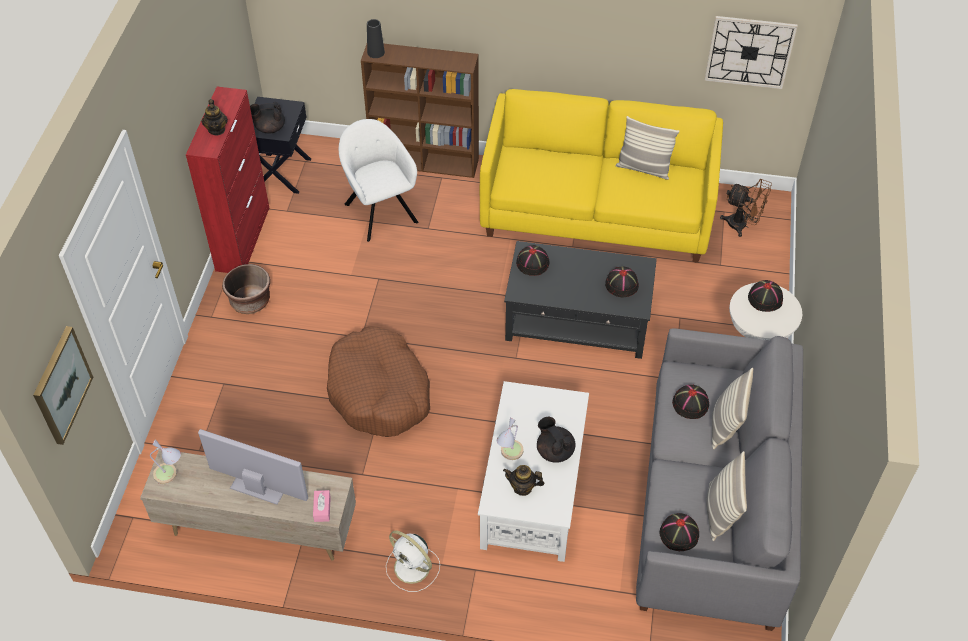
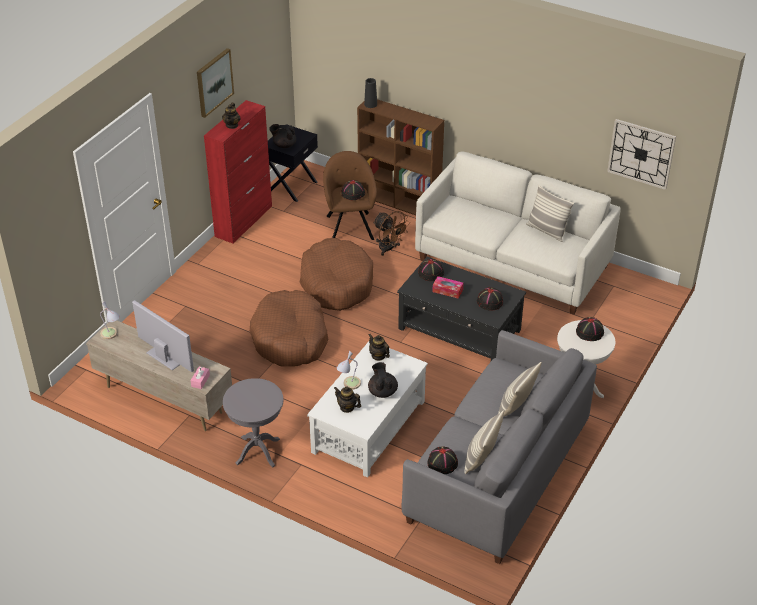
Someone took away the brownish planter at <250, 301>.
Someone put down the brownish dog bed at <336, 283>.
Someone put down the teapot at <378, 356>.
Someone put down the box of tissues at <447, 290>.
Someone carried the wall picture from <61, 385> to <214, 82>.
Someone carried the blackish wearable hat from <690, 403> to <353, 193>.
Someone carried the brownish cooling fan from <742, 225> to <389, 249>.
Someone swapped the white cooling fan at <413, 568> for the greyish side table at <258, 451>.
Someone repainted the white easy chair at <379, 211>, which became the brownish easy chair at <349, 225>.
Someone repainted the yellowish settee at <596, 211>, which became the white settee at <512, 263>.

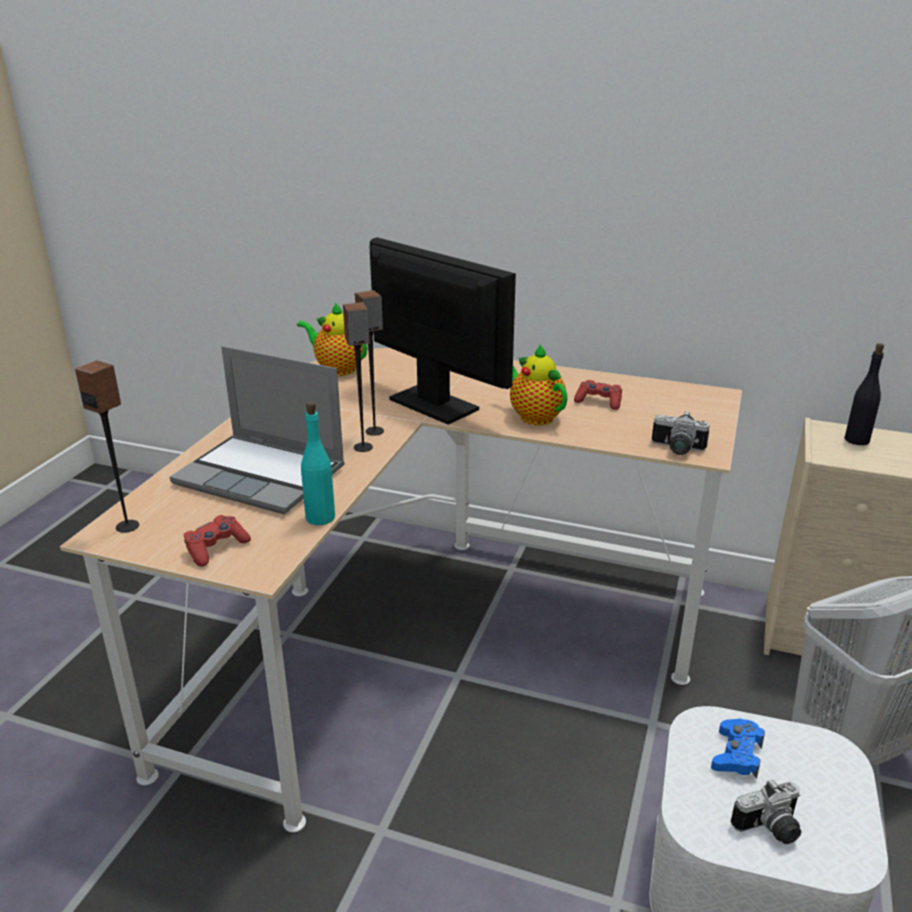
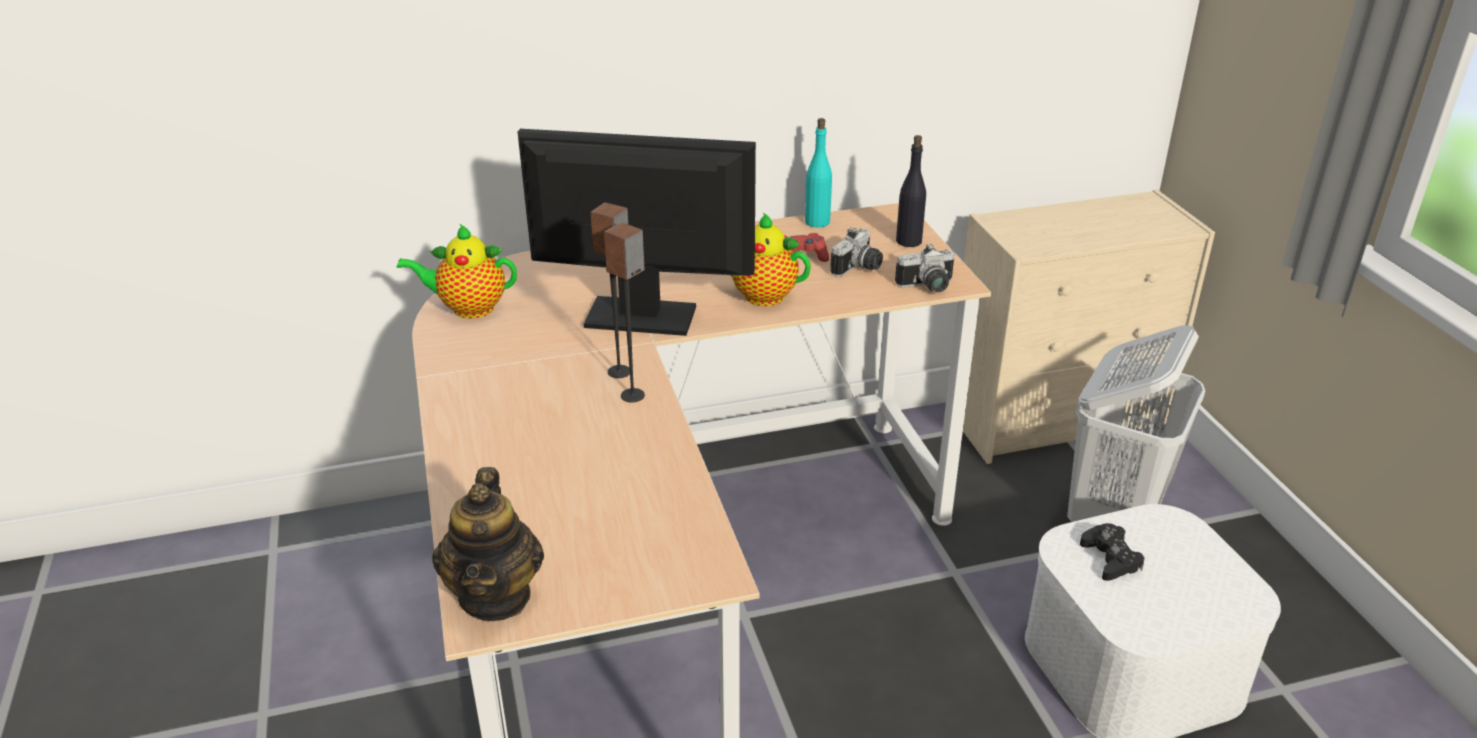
Someone took away the notebook computer at <263, 475>.
Someone took away the red gamepad at <216, 548>.
Someone carried the blue-green drink bottle from <320, 517> to <817, 222>.
Someone carried the still camera from <770, 829> to <859, 268>.
Someone carried the blackish drink bottle from <857, 440> to <908, 241>.
Someone swapped the loudspeaker at <128, 526> for the teapot at <496, 596>.
Someone repainted the blue-coloured gamepad at <737, 754>, which became the blackish gamepad at <1110, 558>.

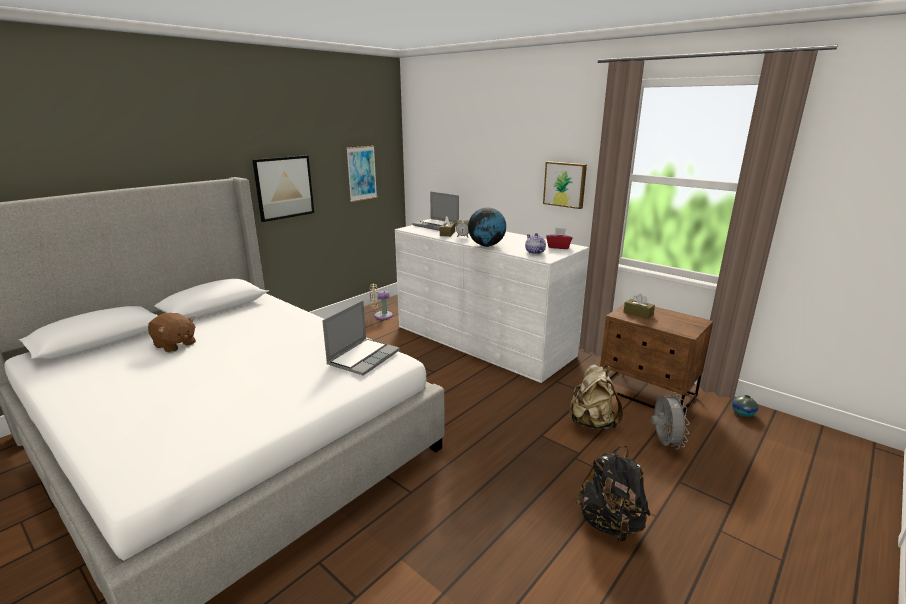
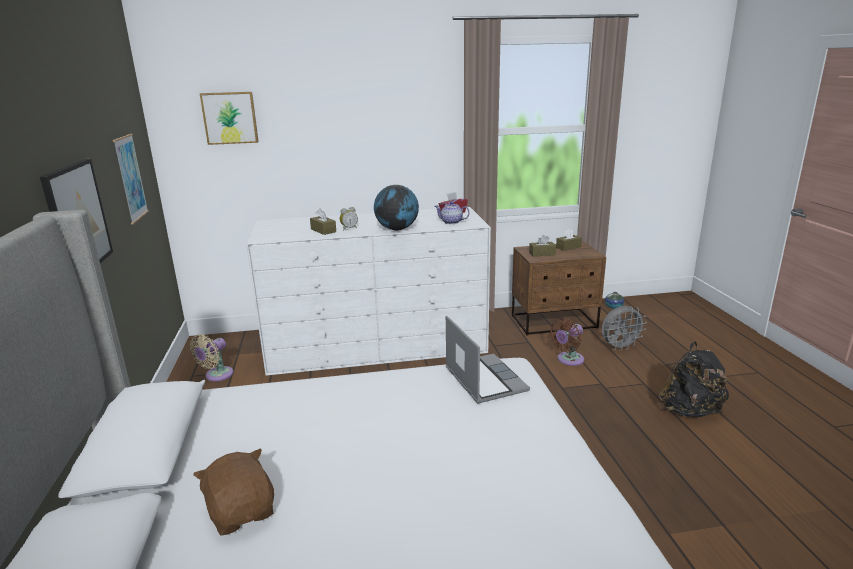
Someone took away the notebook computer at <436, 225>.
Someone put down the brownish box of tissues at <568, 247>.
Someone carried the wall picture from <565, 184> to <230, 118>.
Someone swapped the beige-coloured backpack at <591, 423> for the brownish cooling fan at <568, 360>.
Someone rotated the brownish cuddly toy at <175, 345> by 105 degrees counterclockwise.
Someone rotated the greyish cooling fan at <664, 443> by 120 degrees clockwise.

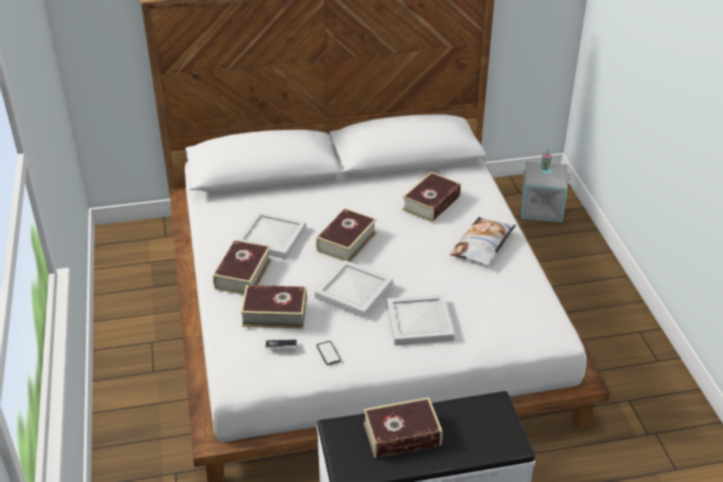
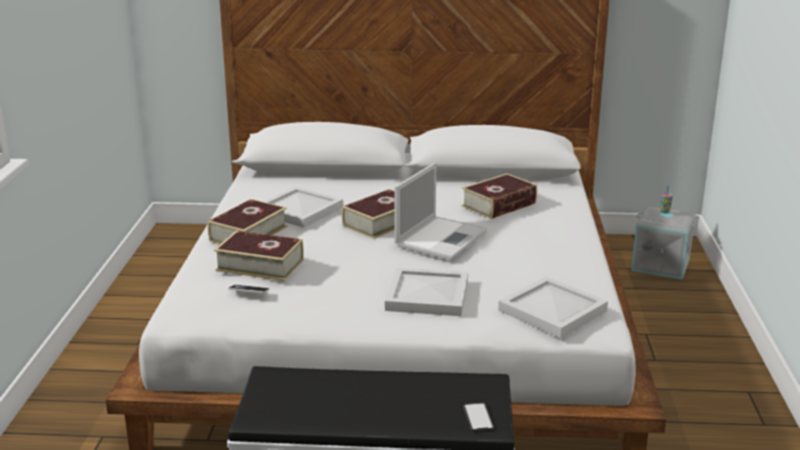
Someone took away the book at <402, 434>.
Someone took away the pillow at <483, 246>.
Someone put down the notebook computer at <441, 238>.
Someone carried the white tray from <353, 290> to <552, 310>.
Someone carried the phone from <328, 353> to <478, 417>.

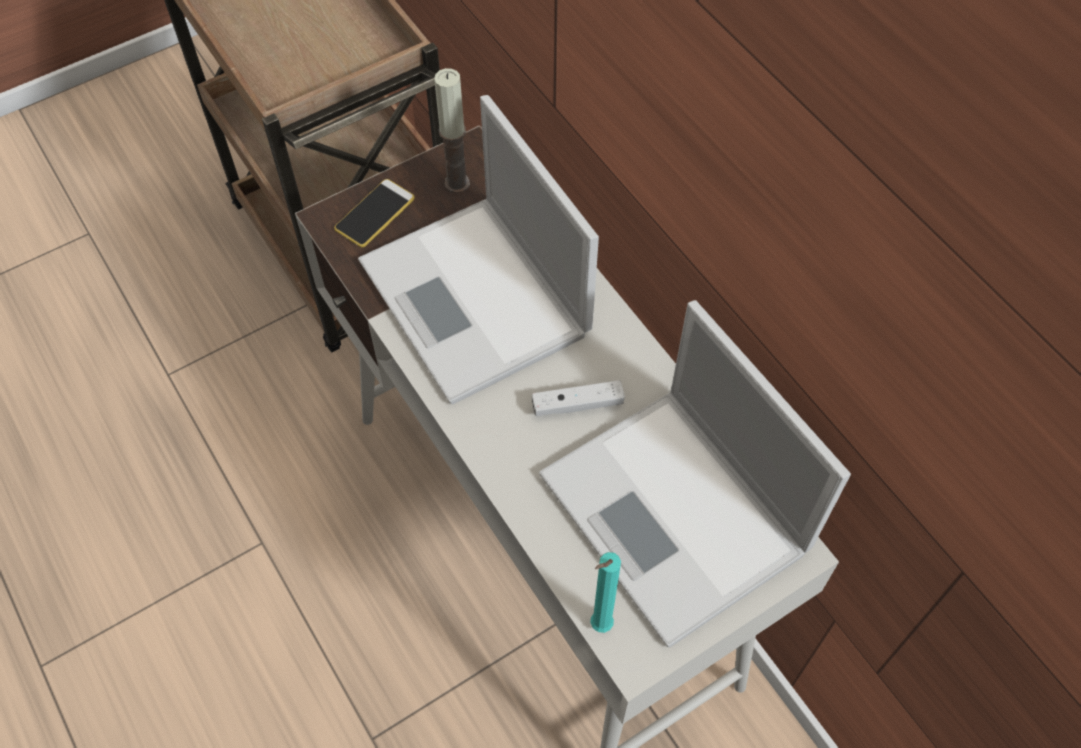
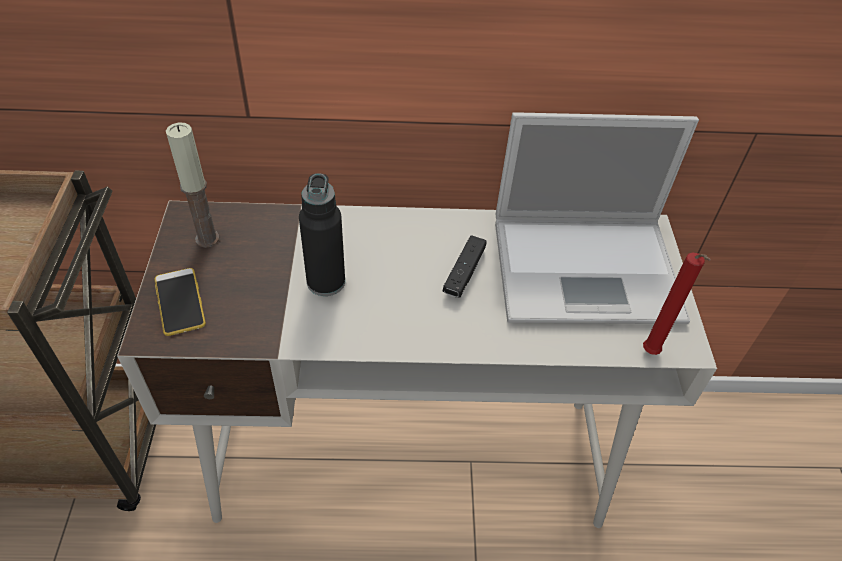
Someone swapped the notebook computer at <477, 300> for the blackish drink bottle at <326, 281>.
Someone repainted the white gamepad at <577, 404>, which became the blackish gamepad at <464, 273>.
Someone repainted the blue-green wax candle at <598, 627>, which became the red wax candle at <651, 354>.

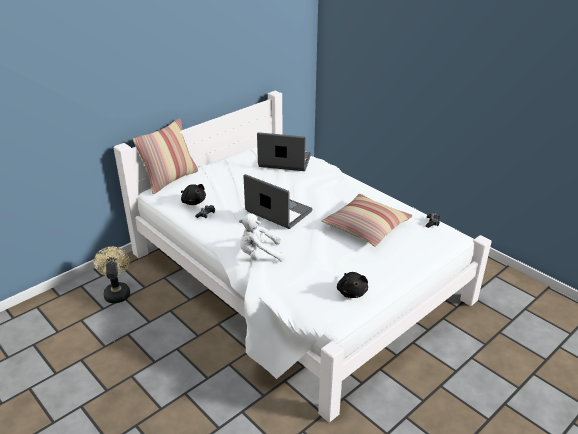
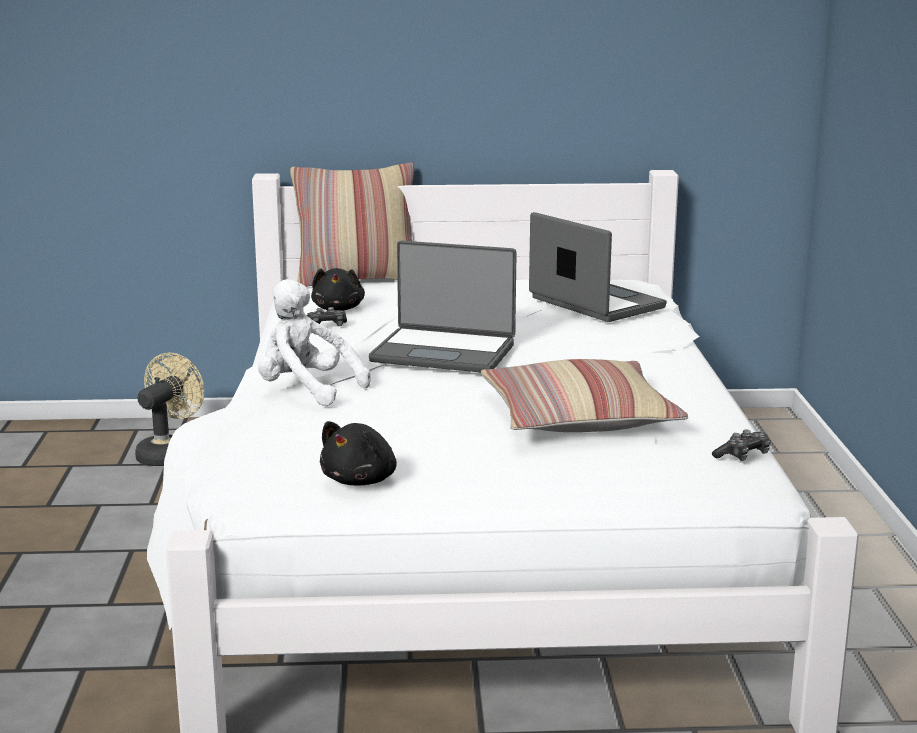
Someone rotated the notebook computer at <278, 212> by 120 degrees clockwise.

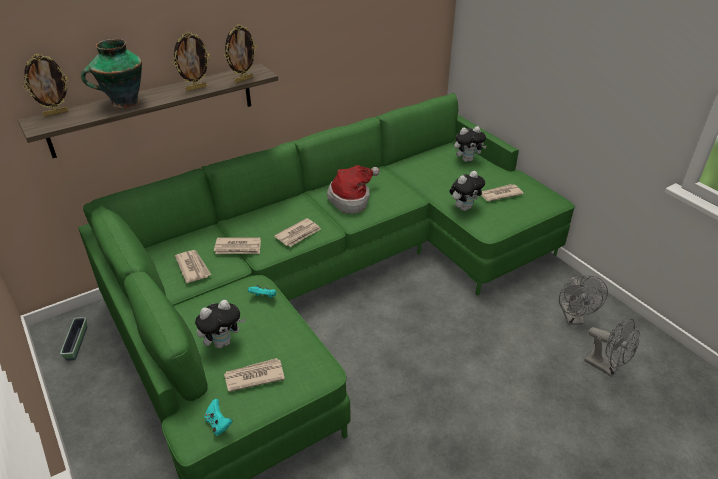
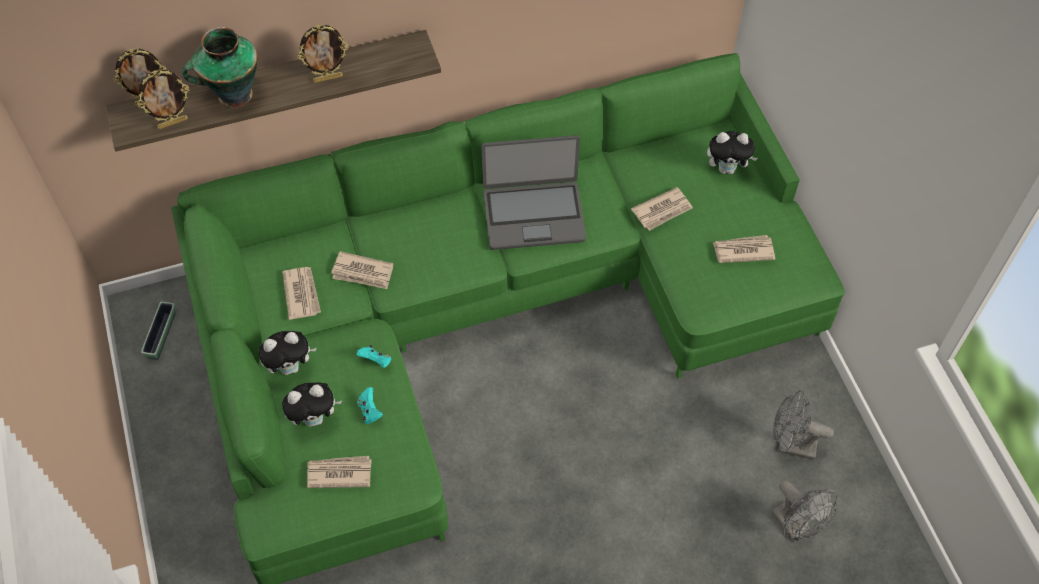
Someone carried the blue-green gamepad from <218, 424> to <370, 411>.
Someone carried the standing frame from <243, 79> to <173, 123>.
Someone carried the daily paper from <298, 234> to <662, 210>.
Someone carried the cuddly toy from <464, 207> to <291, 367>.
Someone swapped the wearable hat at <352, 199> for the notebook computer at <533, 215>.
Someone rotated the greyish cooling fan at <573, 319> by 90 degrees clockwise.

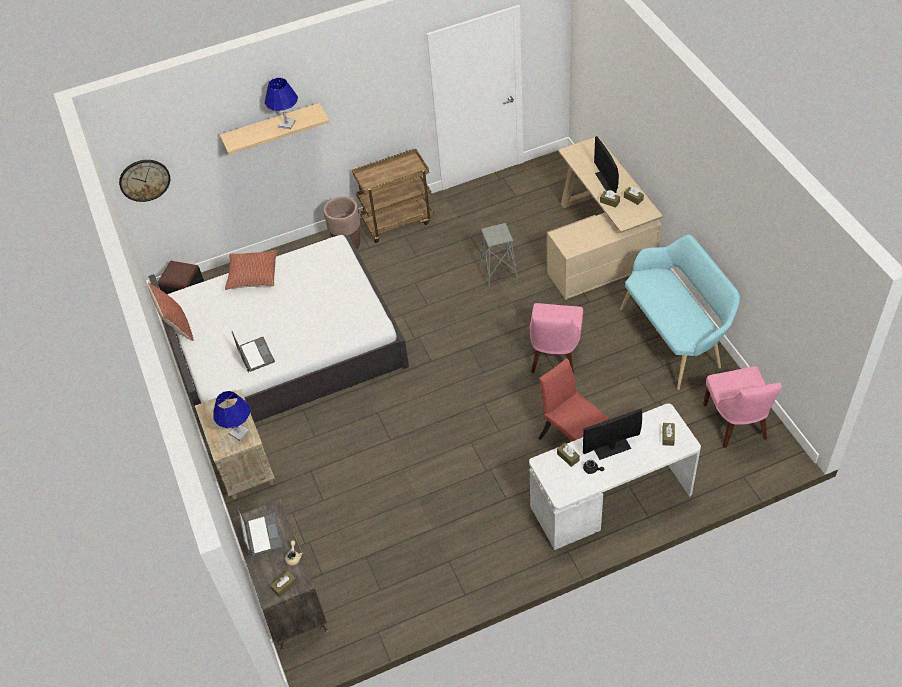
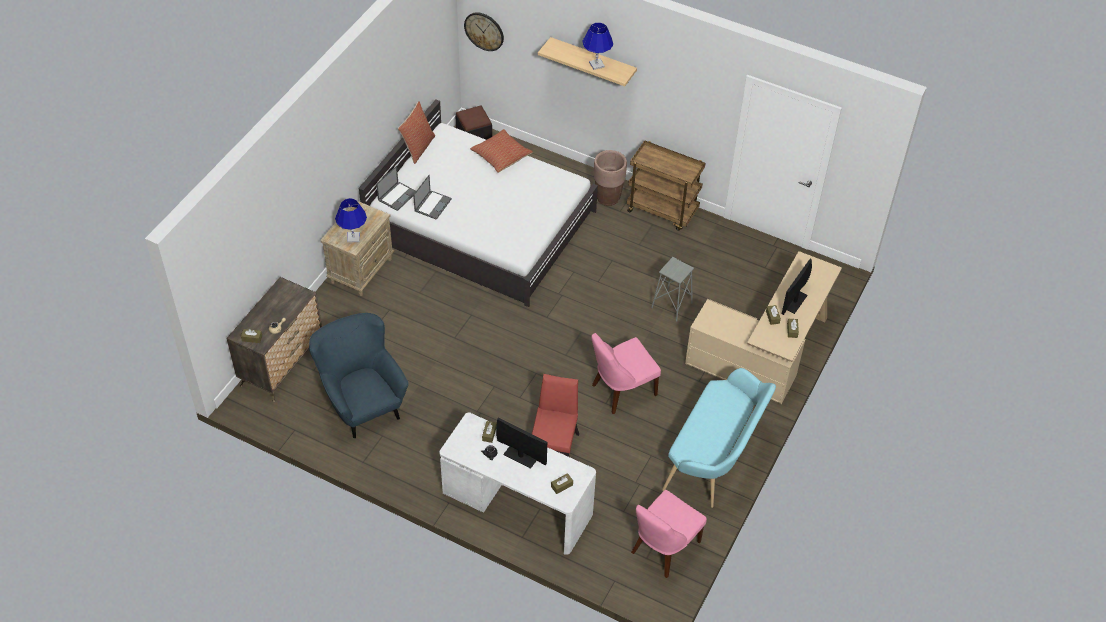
Someone put down the blue-coloured easy chair at <362, 403>.
Someone carried the notebook computer from <263, 534> to <397, 196>.

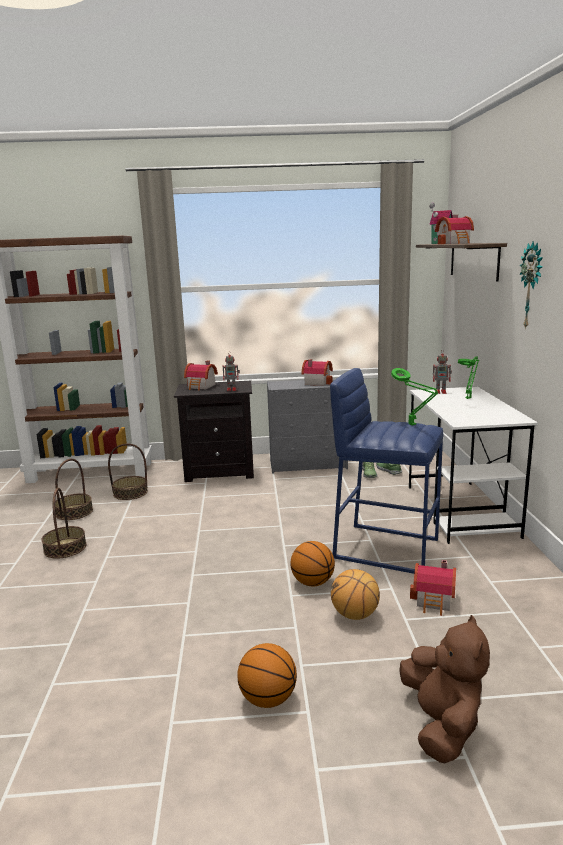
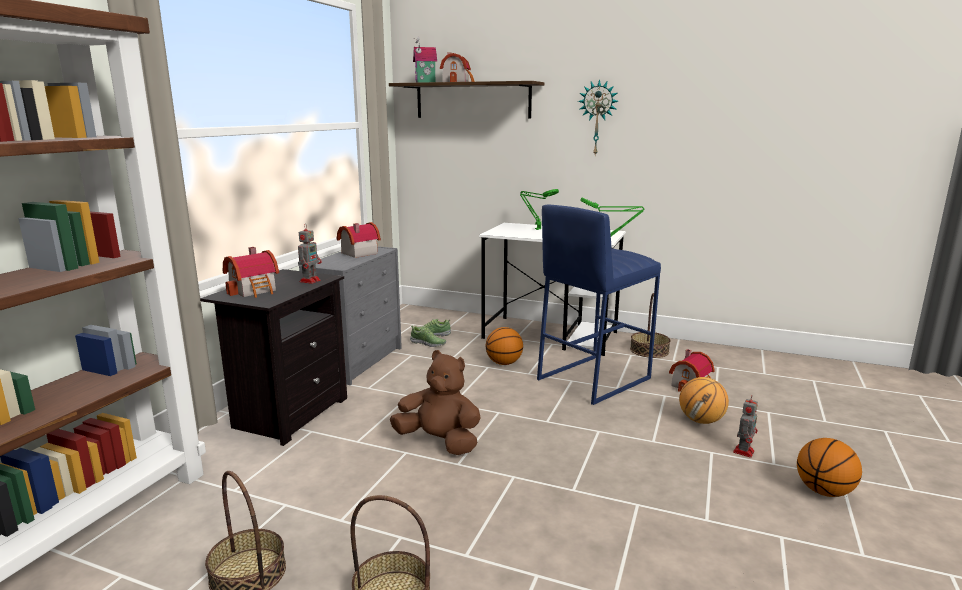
Someone carried the basket from <130, 493> to <649, 350>.
Someone carried the basketball from <313, 582> to <503, 363>.
Someone carried the brownish cuddly toy from <442, 725> to <439, 442>.
Someone carried the robot figure from <441, 392> to <744, 451>.

